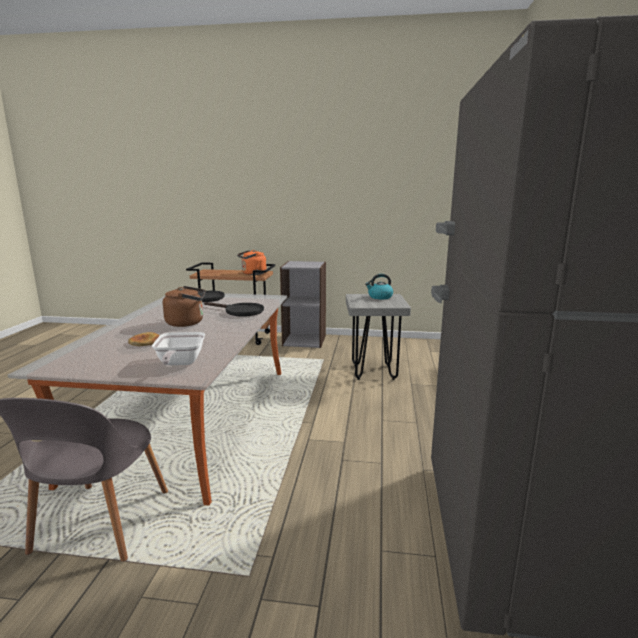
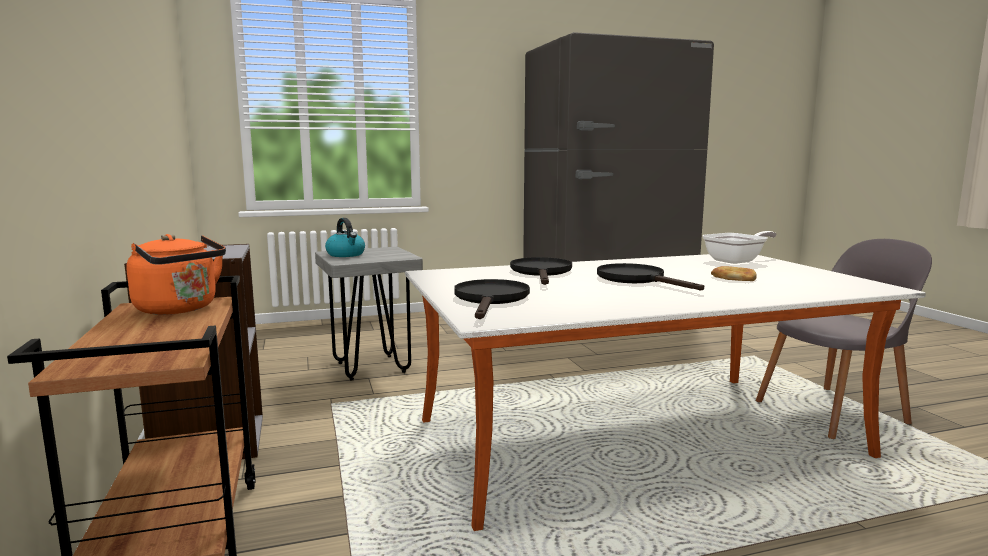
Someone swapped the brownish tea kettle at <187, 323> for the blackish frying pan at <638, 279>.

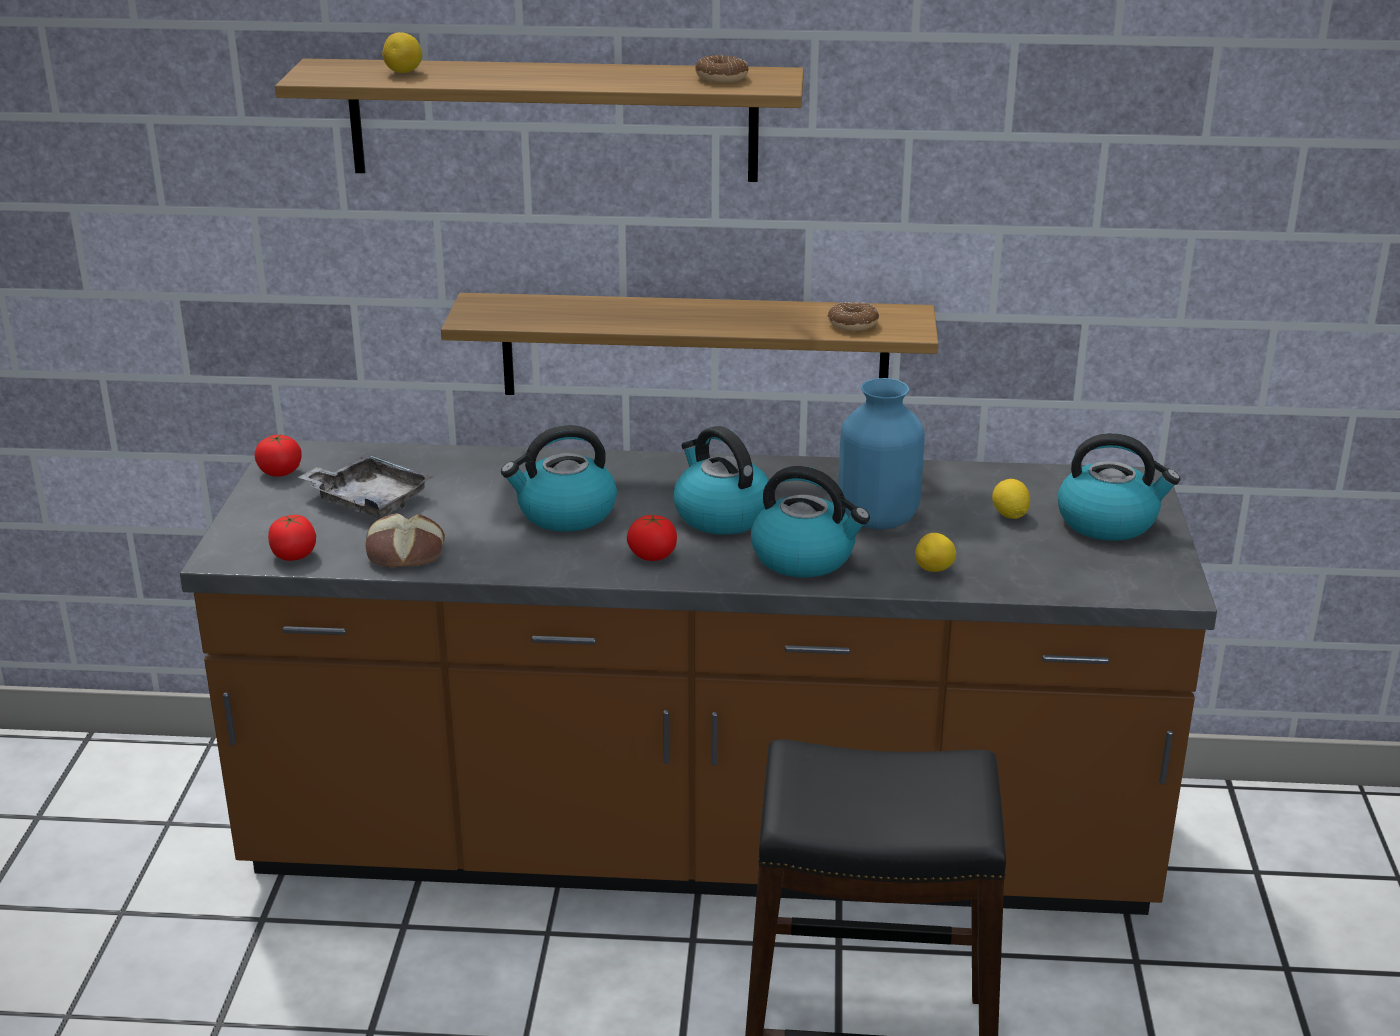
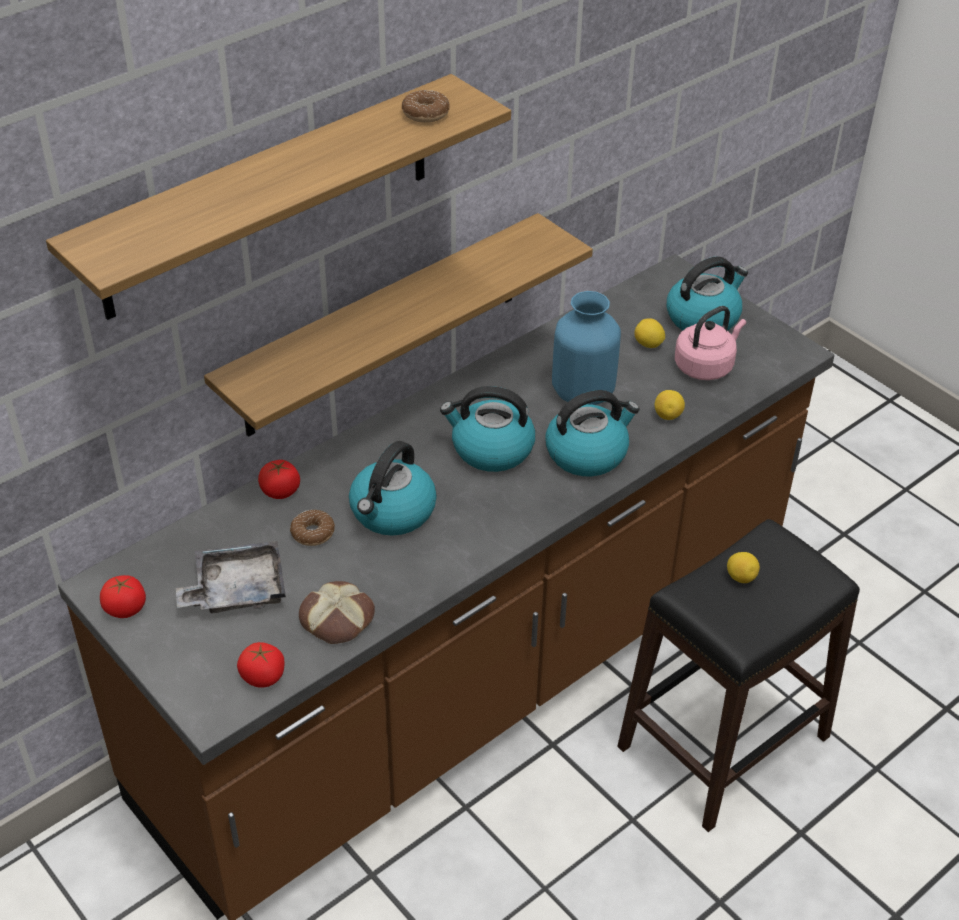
Someone put down the pink tea kettle at <706, 366>.
Someone carried the citrus fruit from <404, 72> to <741, 577>.
Someone carried the whole tomato from <652, 555> to <280, 491>.
Someone carried the doughnut from <852, 324> to <313, 533>.

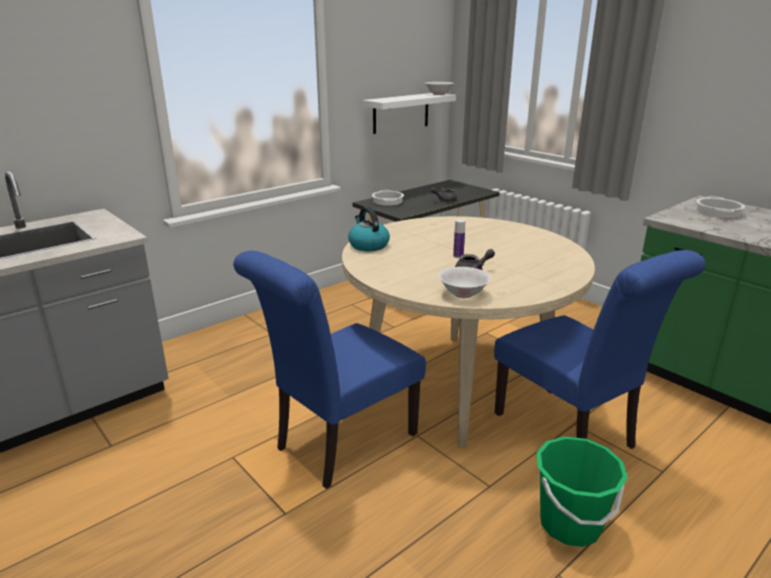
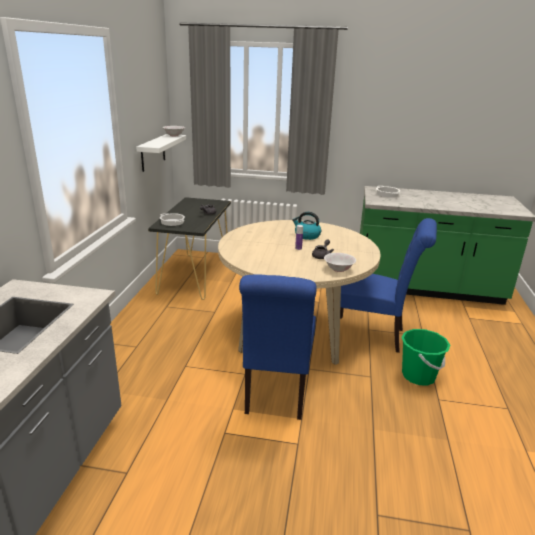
Someone carried the tea kettle from <368, 245> to <307, 236>.

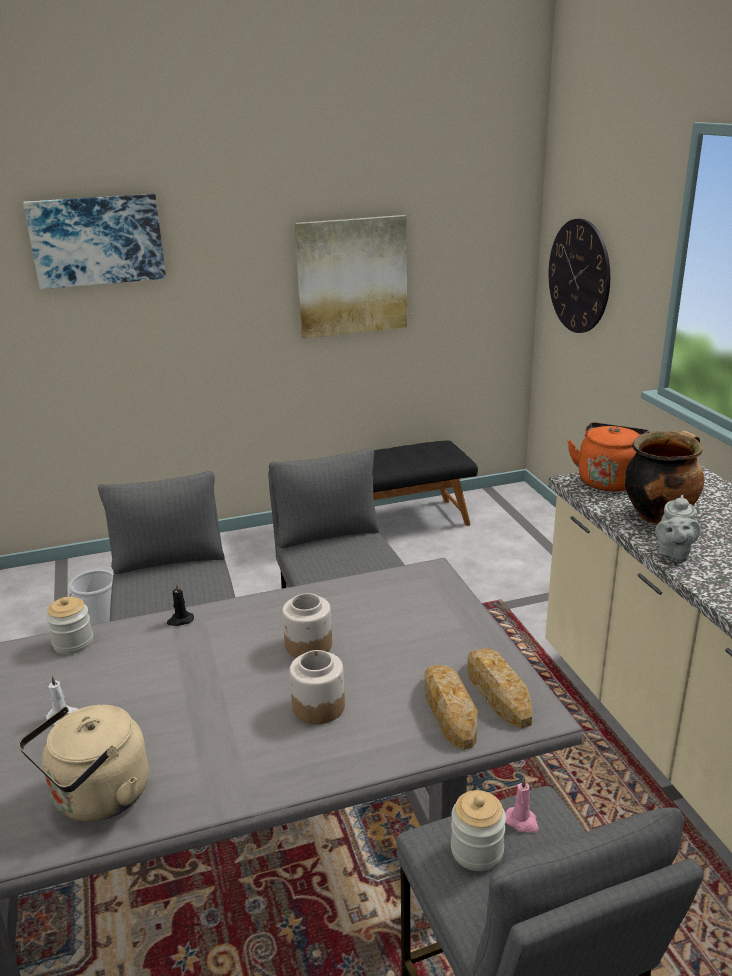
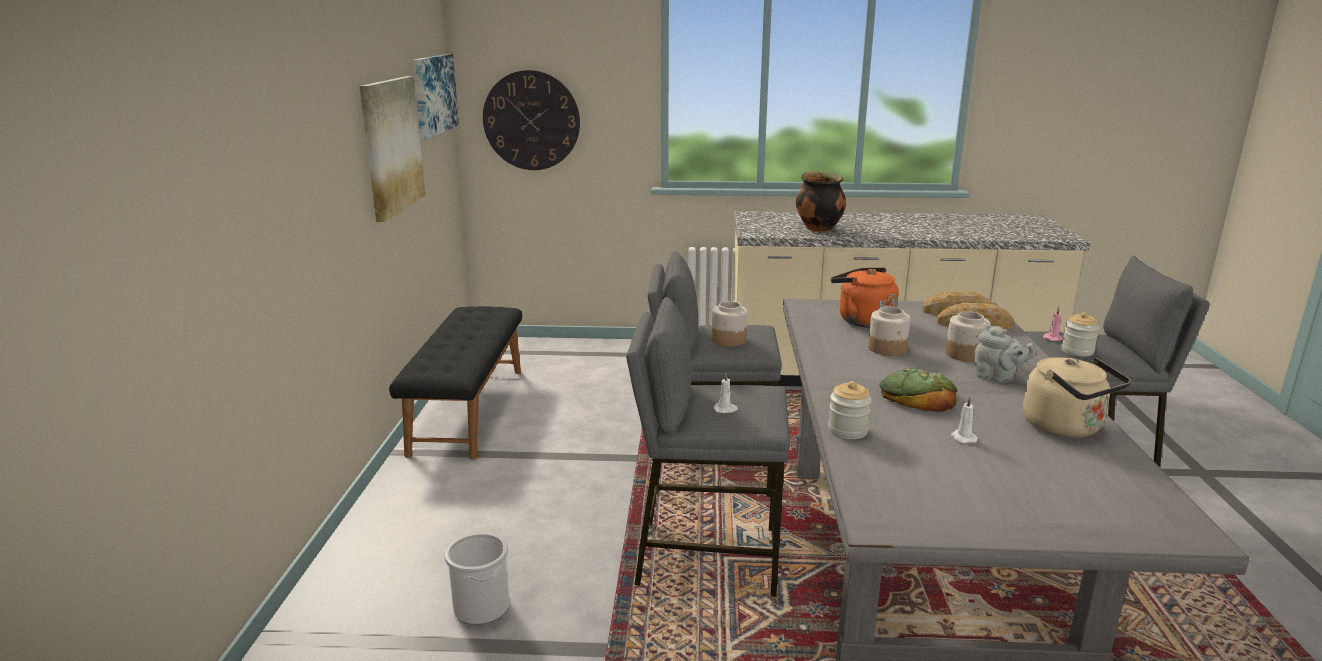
Someone took away the blackish wax candle at <180, 620>.
Someone put down the storage jar at <728, 340>.
Someone put down the white wax candle at <725, 409>.
Someone put down the bread at <918, 396>.
Someone carried the wall picture from <97, 240> to <433, 94>.
Someone carried the orange-coloured tea kettle from <608, 480> to <862, 320>.
Someone carried the greyish teapot from <673, 554> to <997, 378>.

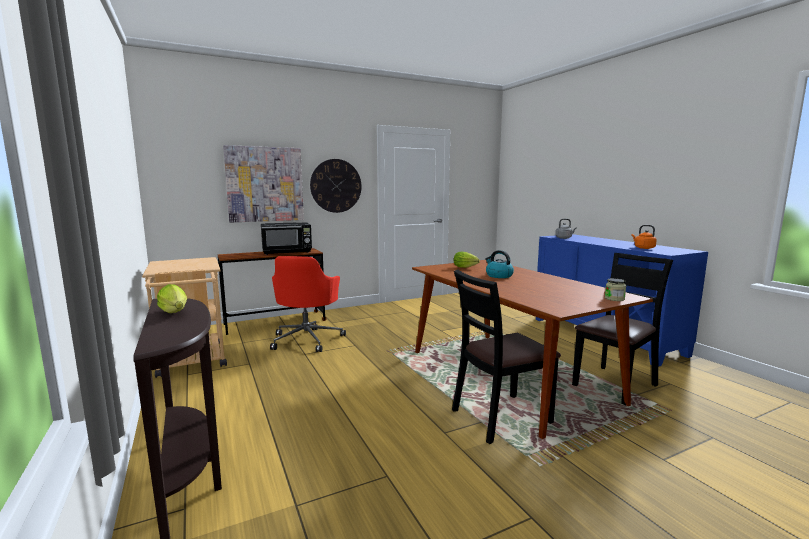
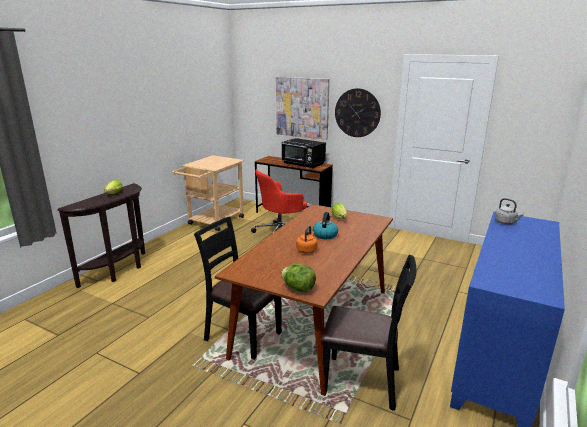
Someone carried the orange-coloured tea kettle from <643, 248> to <307, 250>.
Someone swapped the storage jar at <614, 299> for the lettuce head at <298, 289>.

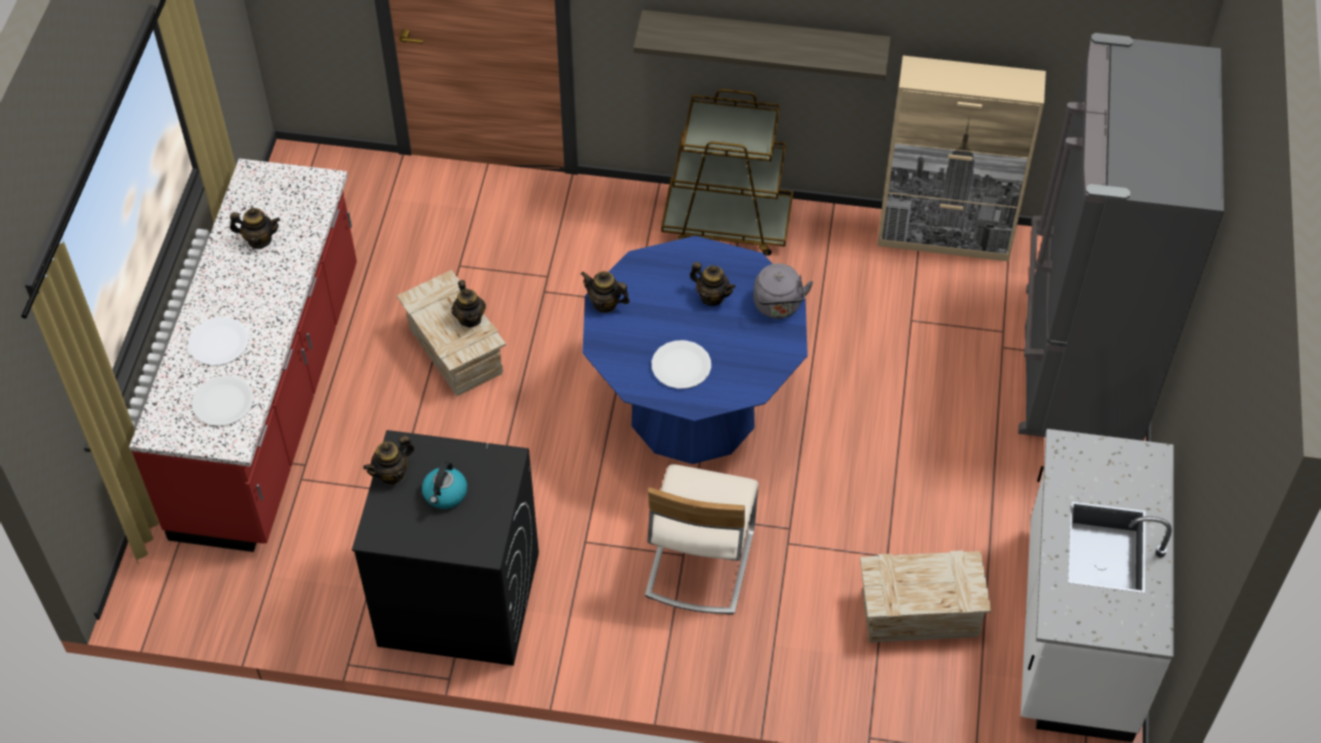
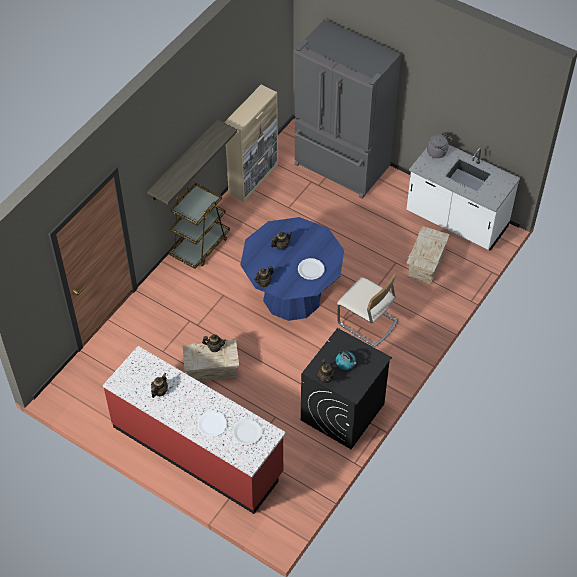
Someone carried the greyish tea kettle from <778, 307> to <438, 152>.

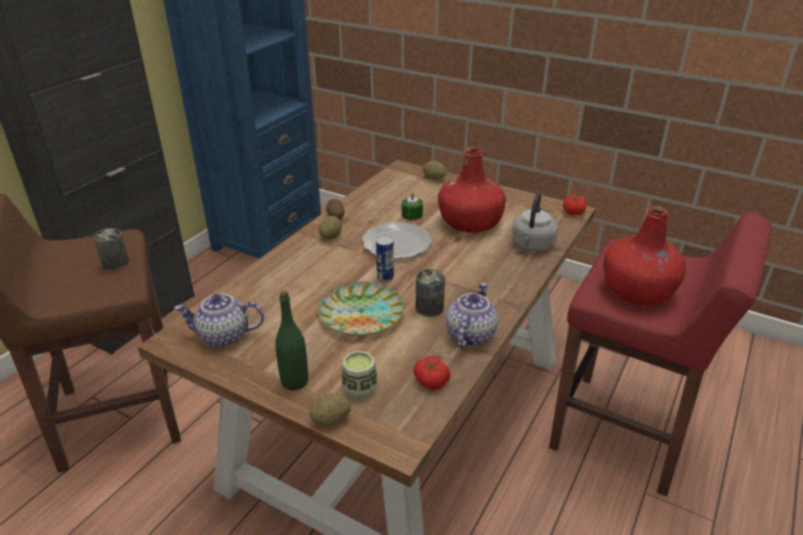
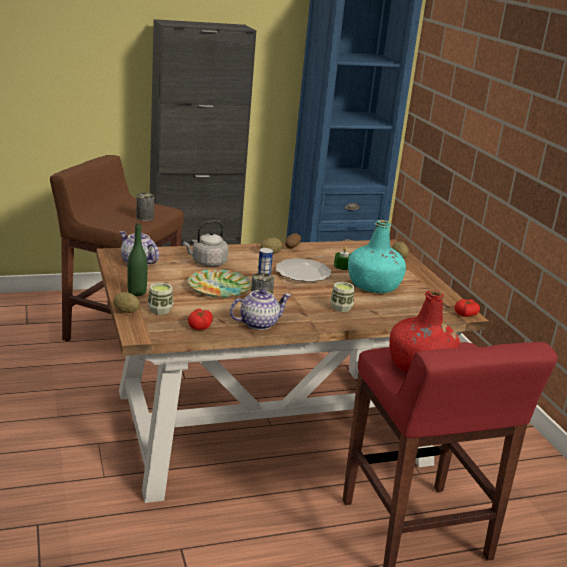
Someone put down the drinking cup at <341, 308>.
Someone carried the greyish tea kettle from <532, 245> to <207, 263>.
Someone repainted the red drink bottle at <470, 221>, which became the blue-green drink bottle at <374, 285>.

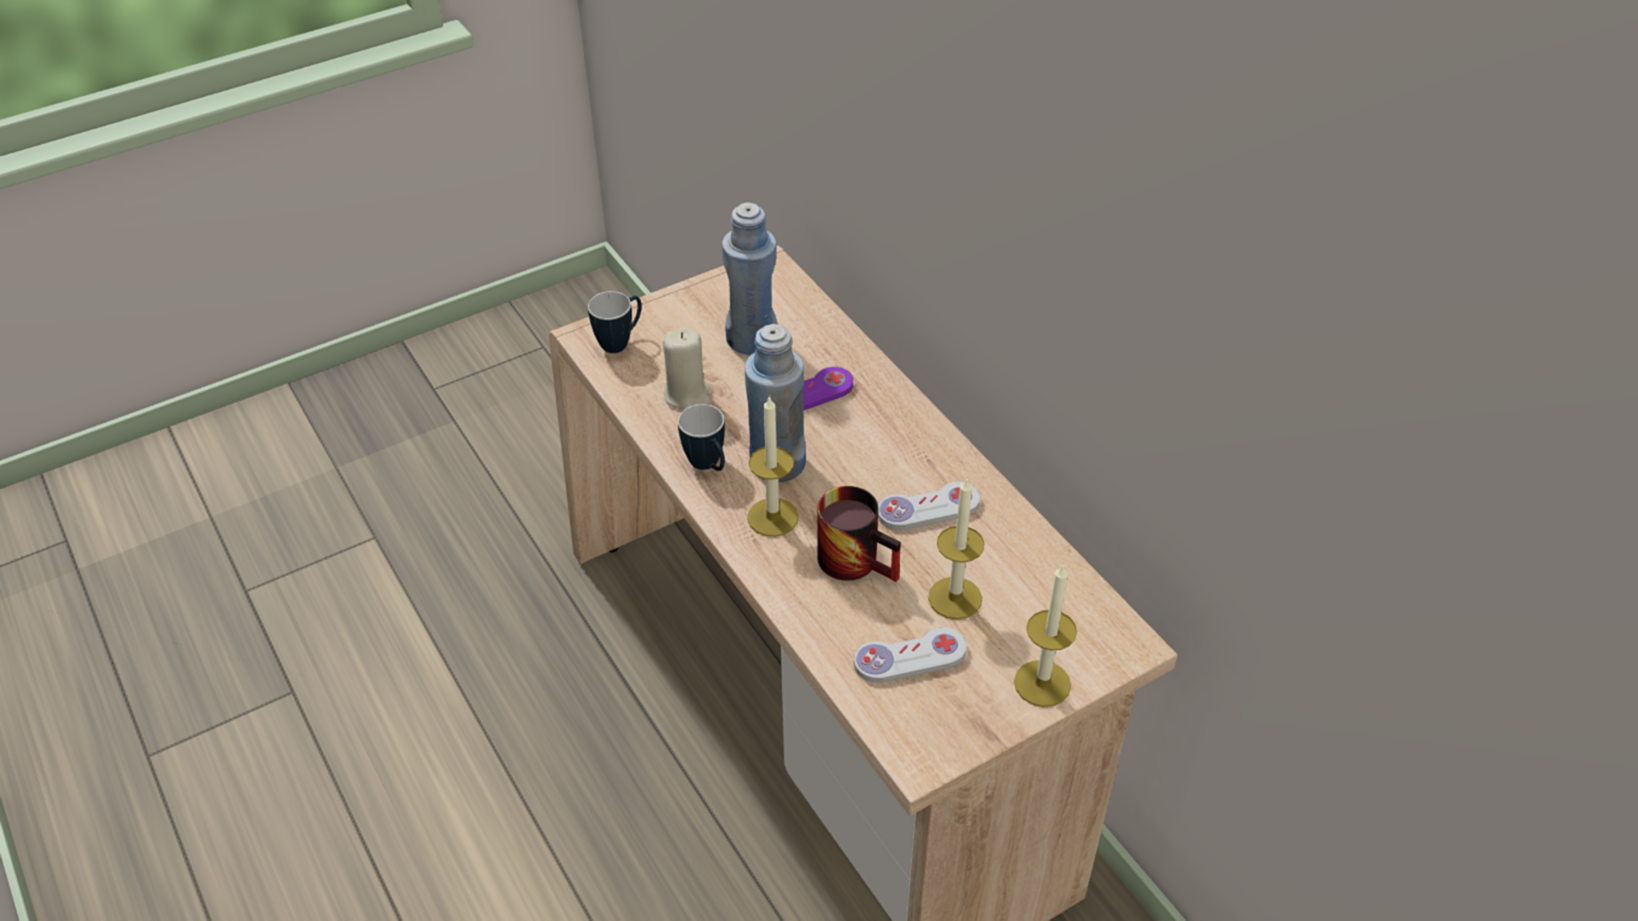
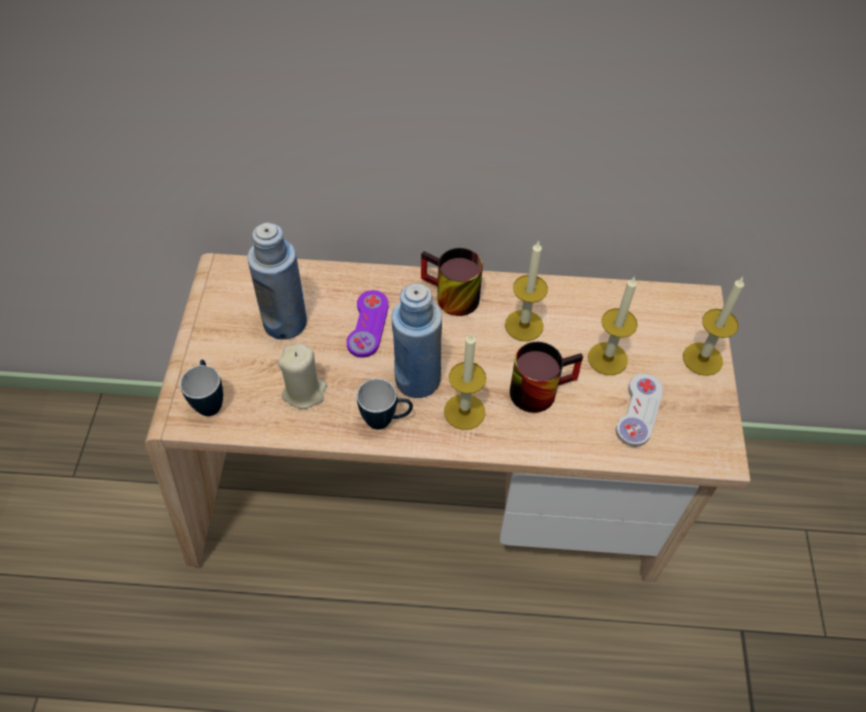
Someone put down the mug at <449, 298>.
Someone swapped the white gamepad at <928, 508> for the wax candle at <524, 325>.

